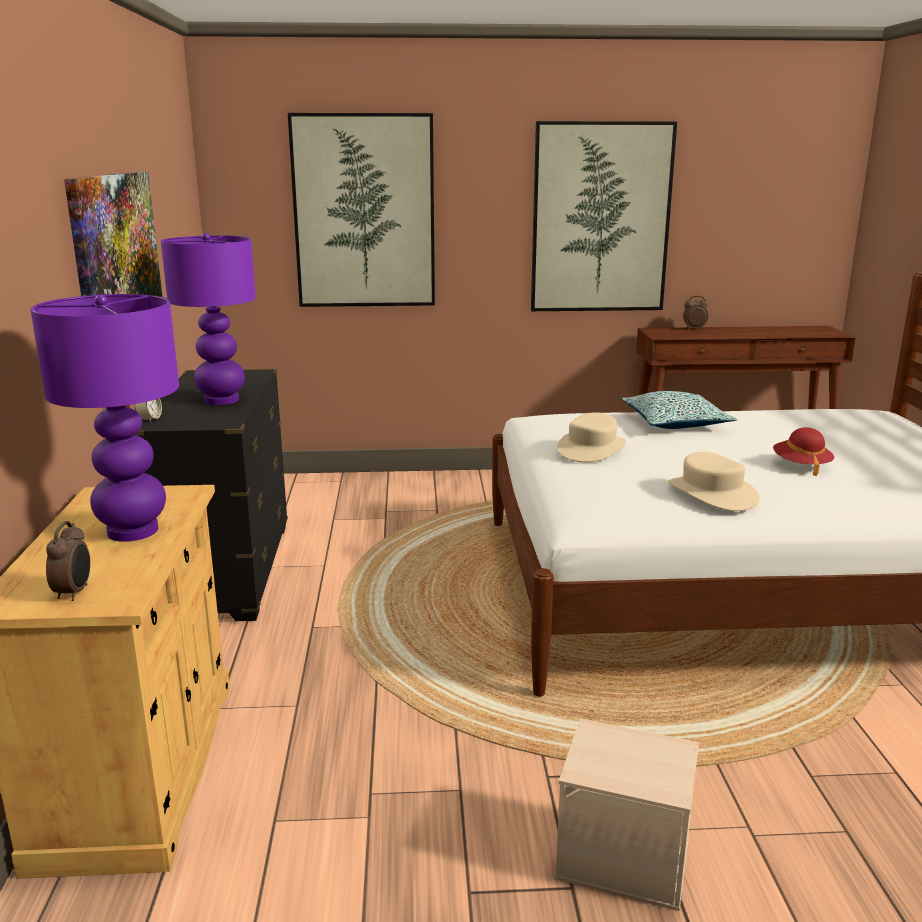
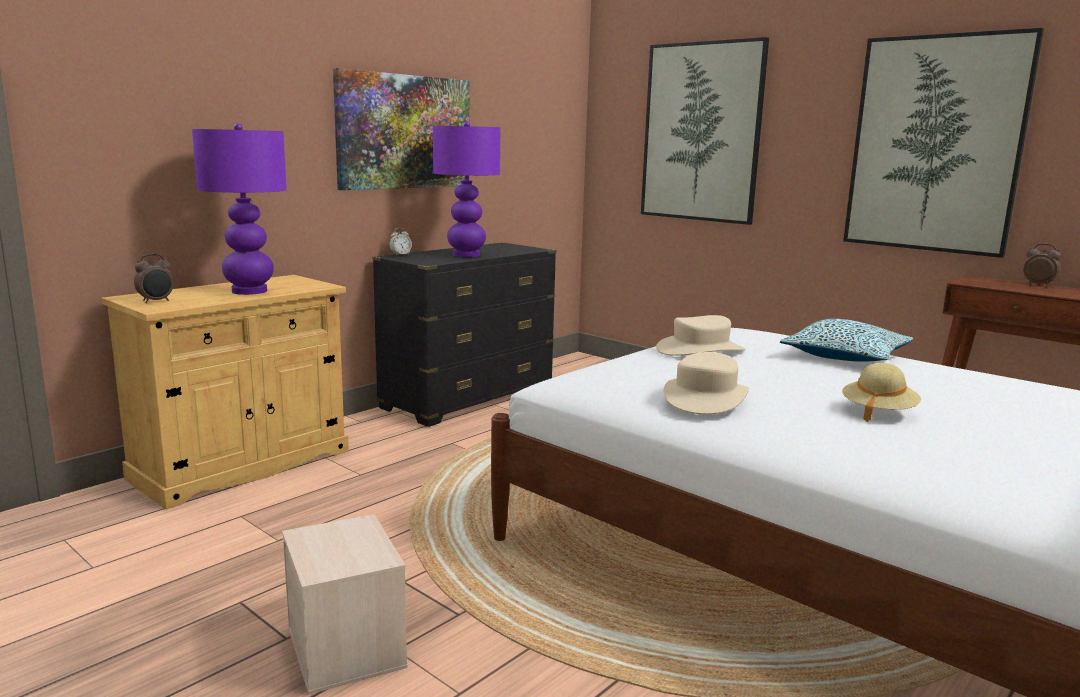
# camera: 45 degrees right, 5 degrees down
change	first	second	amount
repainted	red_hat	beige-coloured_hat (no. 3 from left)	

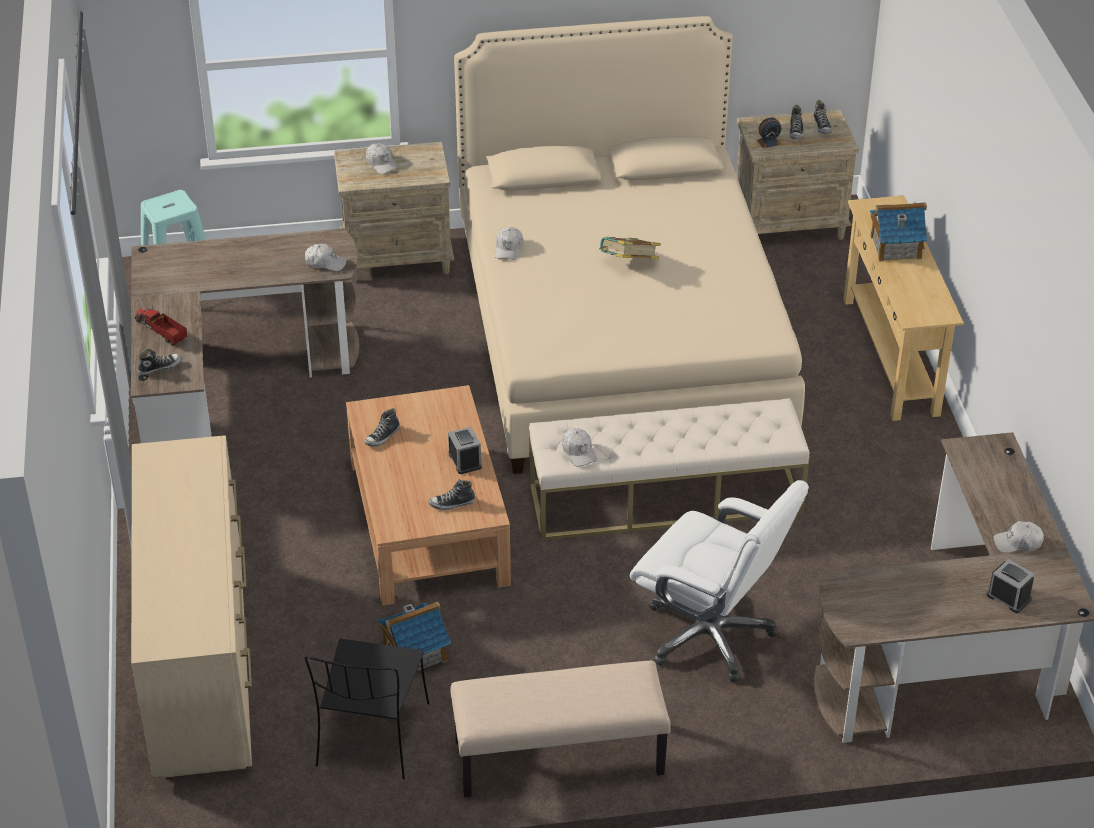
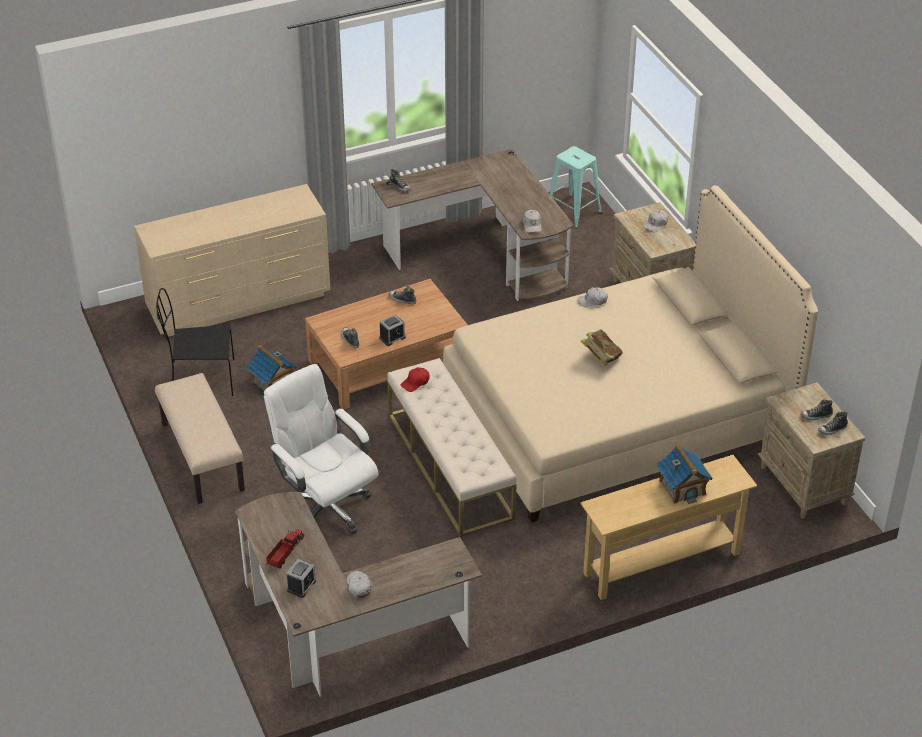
# camera: 75 degrees right, 0 degrees up
change	first	second	amount
gone	alarm_clock (no. 2 from left)		
shifted	toy_lorry		
repainted	whitish_peaked_cap (no. 4 from left)	red_peaked_cap	
rotated	whitish_desk_chair		120 degrees clockwise

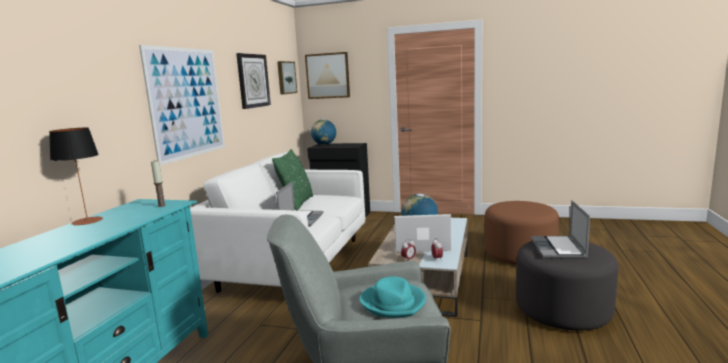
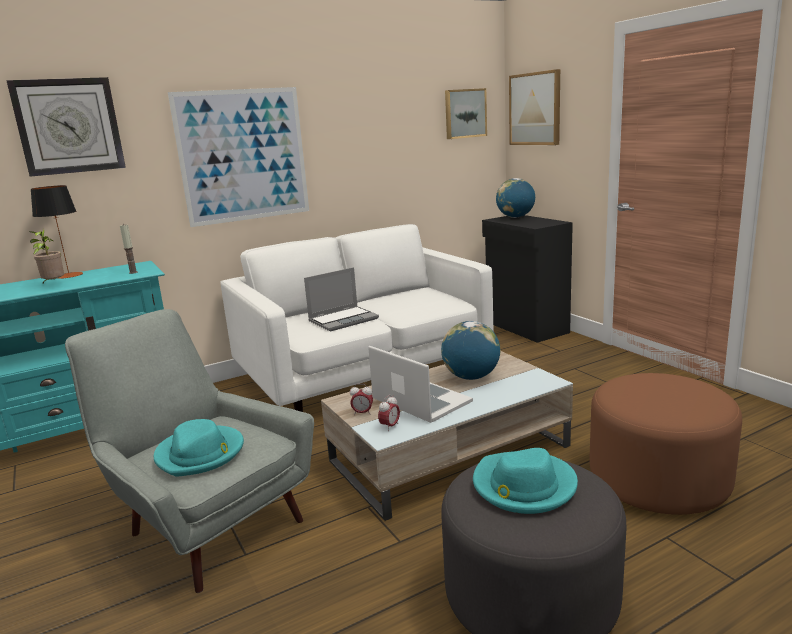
# camera: 45 degrees right, 5 degrees up
change	first	second	amount
shifted	hanging_clock		
gone	greenish_cushion		
swapped	laptop (no. 3 from left)	turquoise_hat (no. 2 from left)	
new		houseplant	

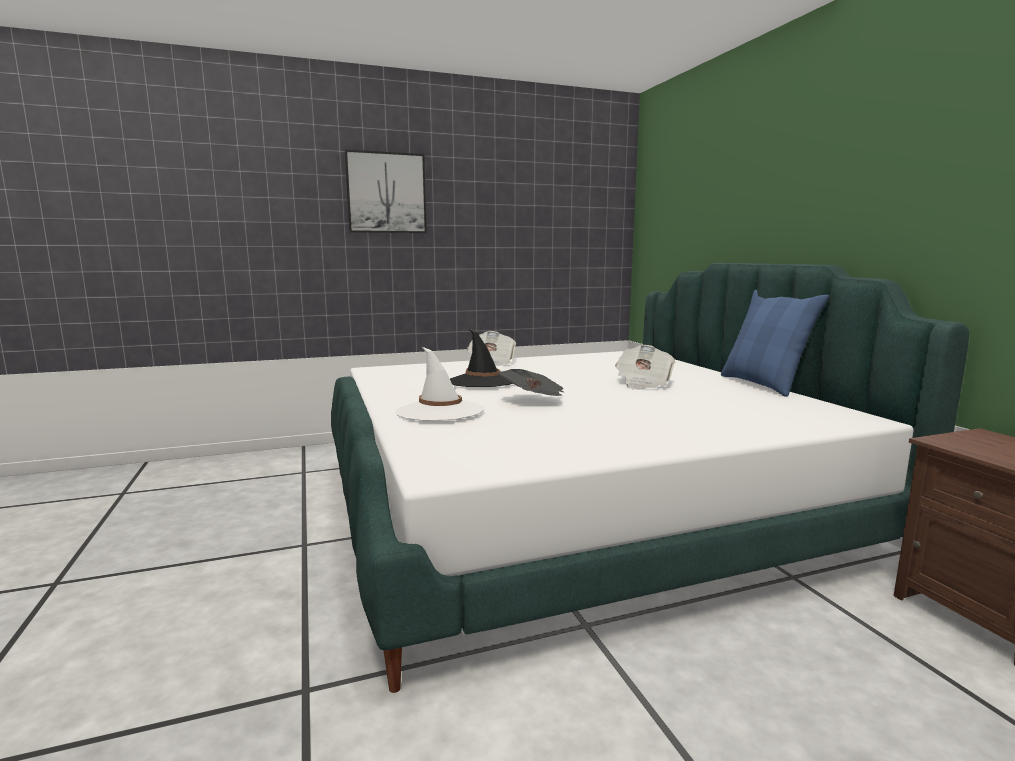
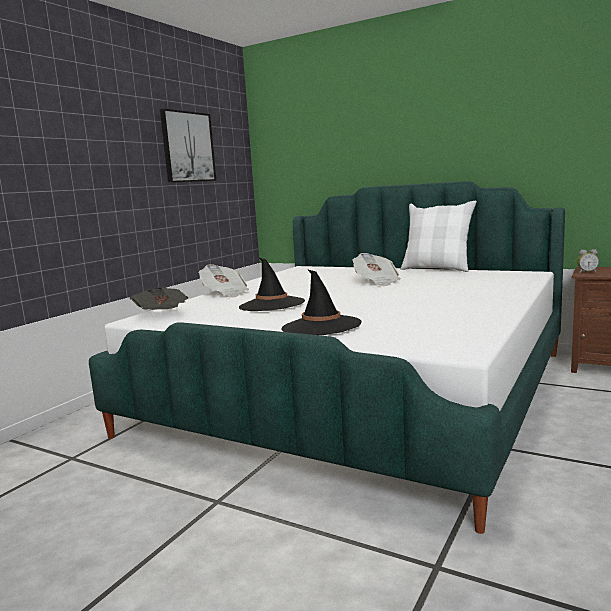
# camera: 40 degrees left, 0 degrees up
change	first	second	amount
shifted	picture		
repainted	blue_cushion	whitish_cushion	
repainted	whitish_hat	black_hat (no. 2 from left)	
shifted	printed_paper (no. 2 from left in the first image)	printed_paper (no. 1 from left)	
new		alarm_clock	

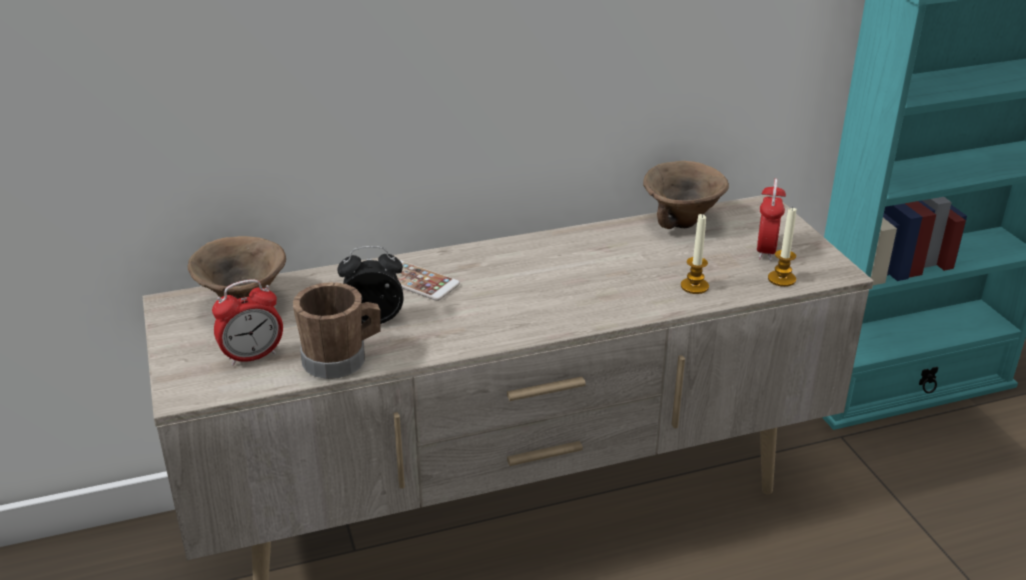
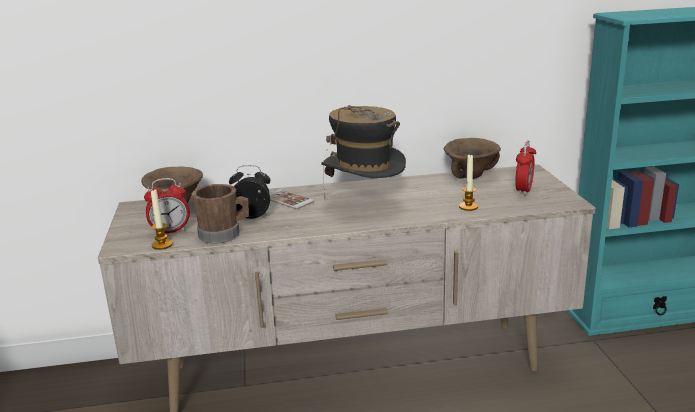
# camera: 10 degrees right, 10 degrees down
change	first	second	amount
shifted	candle (no. 2 from left in the first image)	candle (no. 1 from left)	
new		hat	

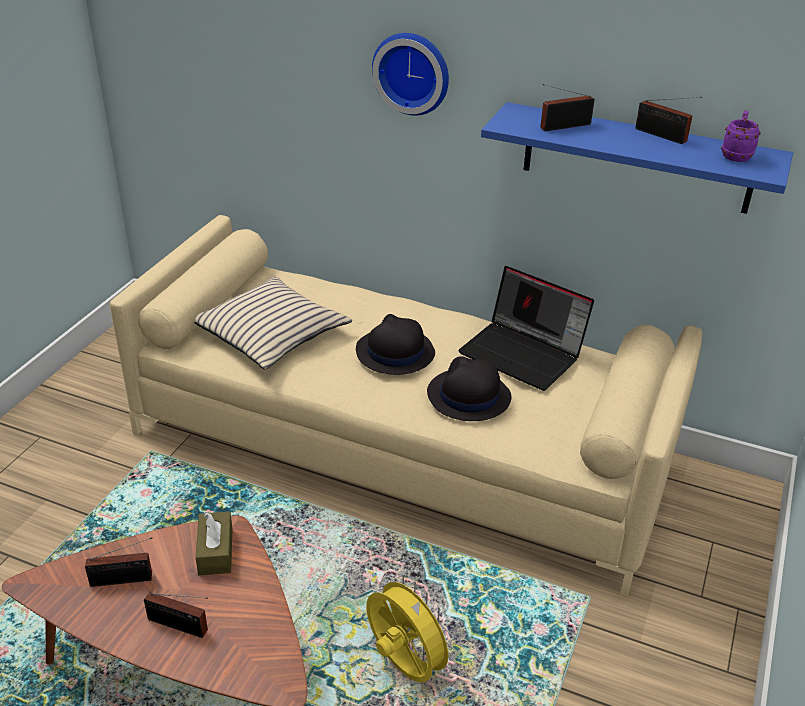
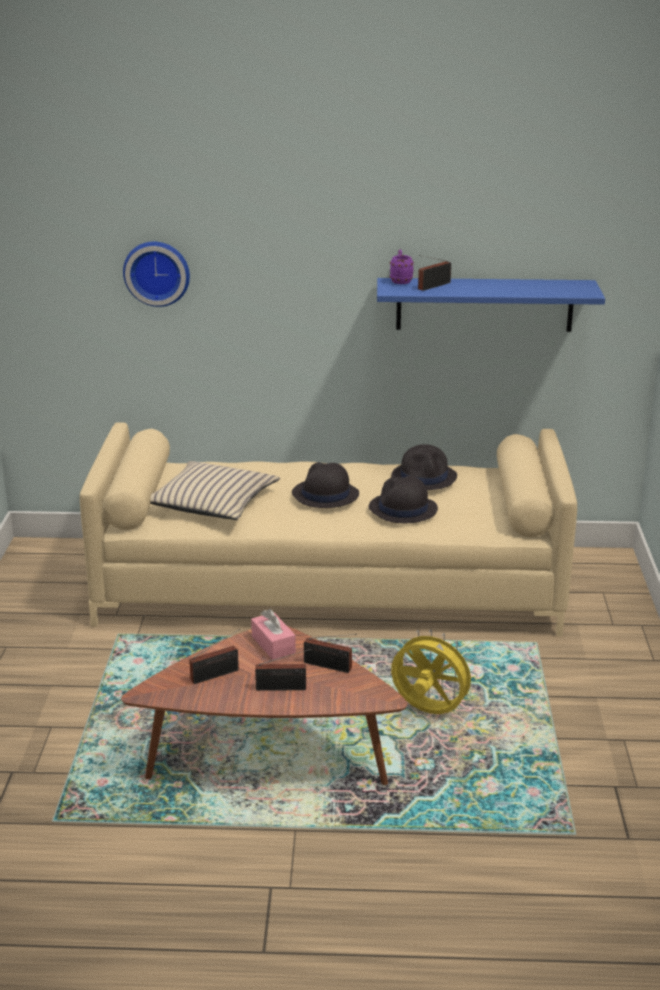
# camera: 20 degrees left, 10 degrees down
change	first	second	amount
shifted	hanging_clock		
shifted	radio_set (no. 4 from left in the first image)	radio_set (no. 3 from left)	
shifted	purple_mug		
swapped	laptop	black_hat (no. 3 from left)	
repainted	brown-coloured_tissue_holder	pink_tissue_holder	

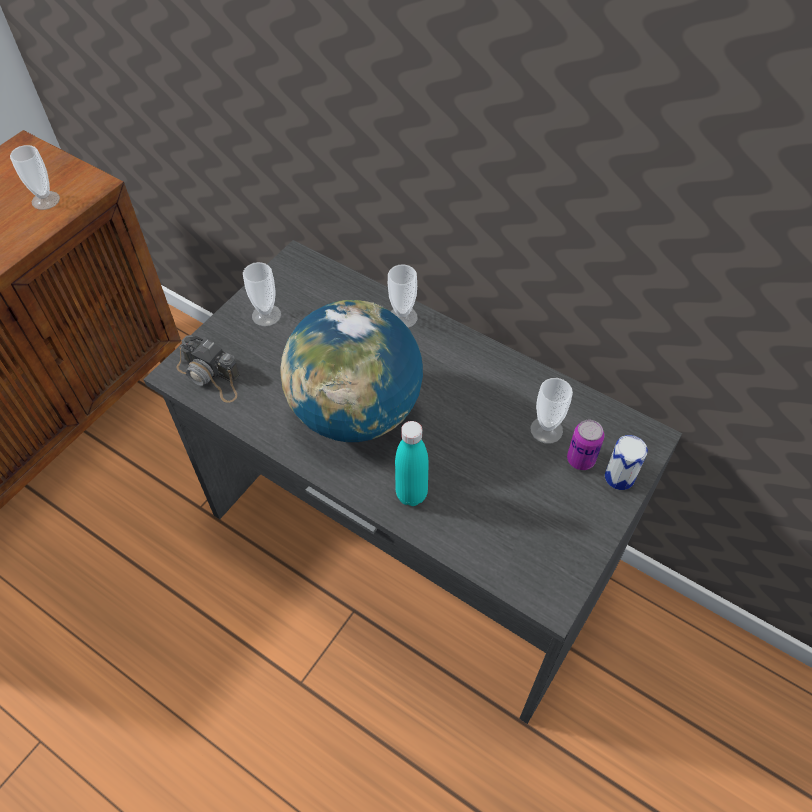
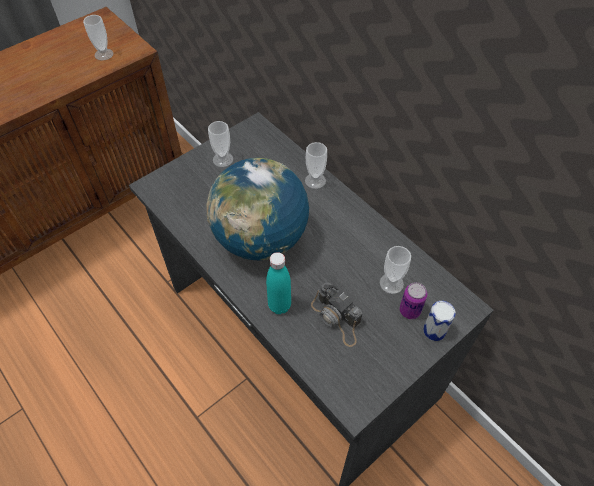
# camera: 15 degrees right, 0 degrees up
change	first	second	amount
shifted	photo_camera		

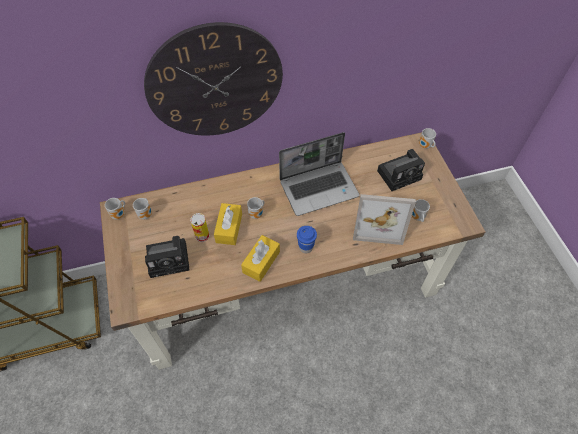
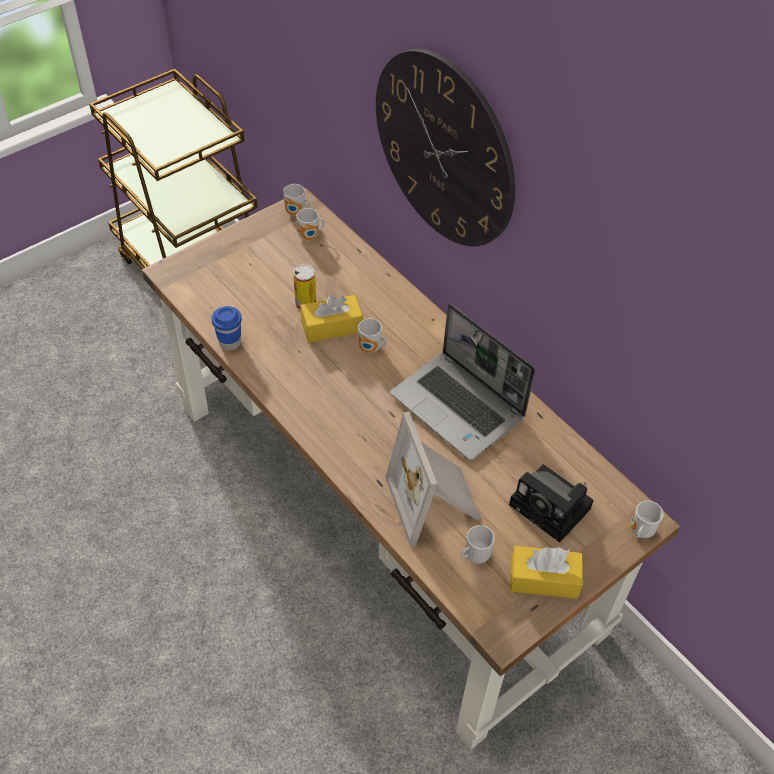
# camera: 65 degrees right, 5 degrees down
change	first	second	amount
shifted	blue_small_cup		
shifted	yellow-coloured_tissue_holder (no. 2 from left)		
gone	photo_camera (no. 1 from left)		

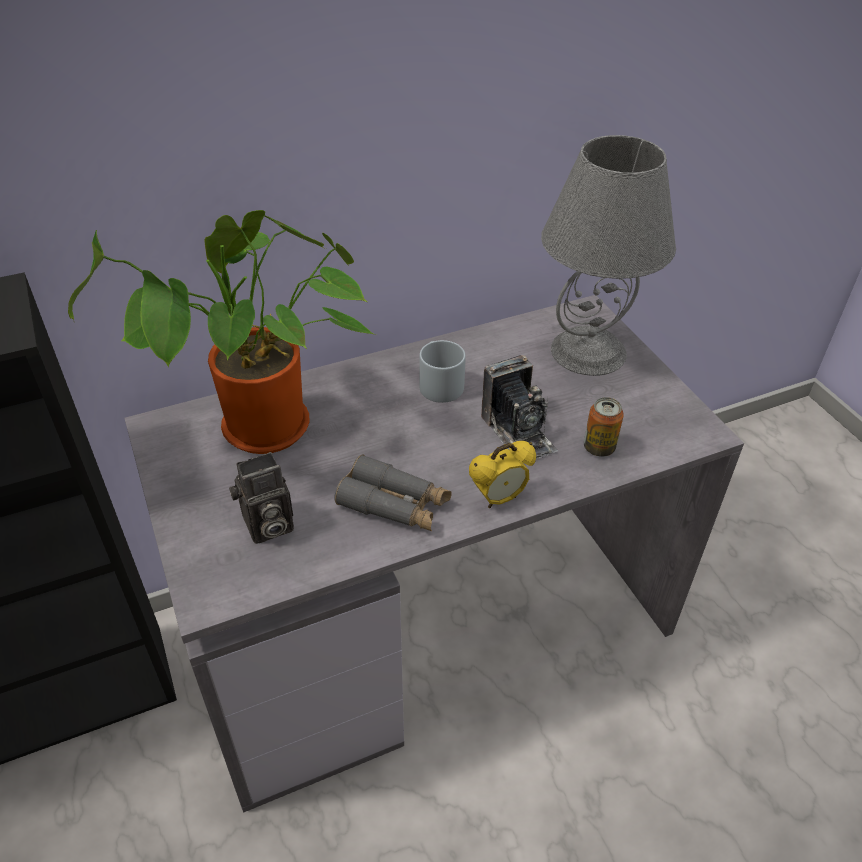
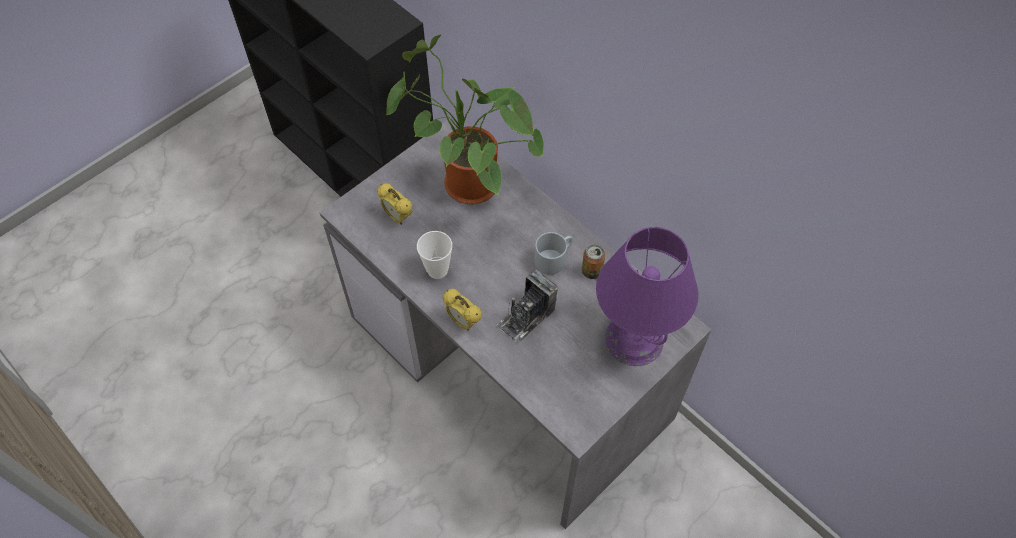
# camera: 70 degrees right, 15 degrees up
change	first	second	amount
repainted	greyish_tabletop_lamp	purple_tabletop_lamp	
shifted	sealed_can		
swapped	photo_camera (no. 1 from left)	alarm_clock (no. 1 from left)	
swapped	greyish_pair_of_binoculars	small_cup	

